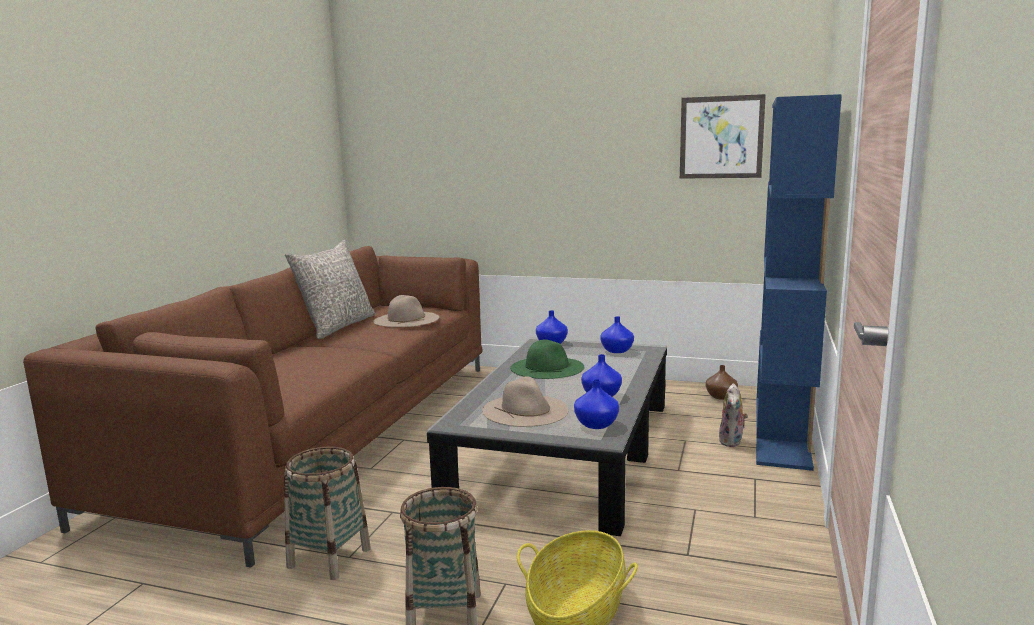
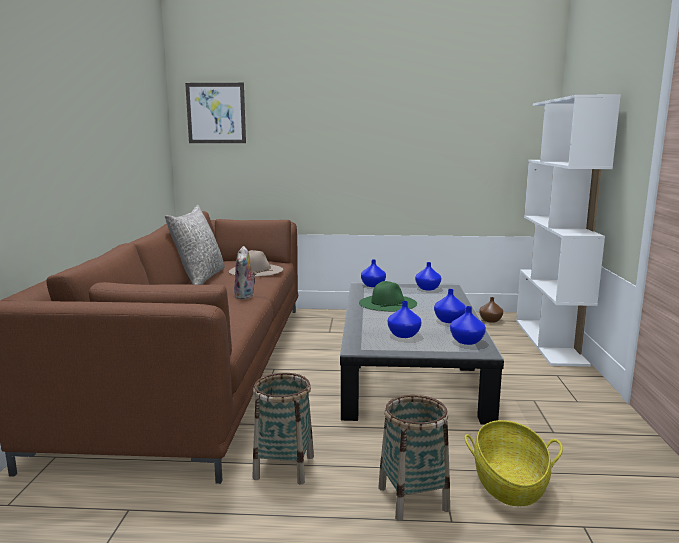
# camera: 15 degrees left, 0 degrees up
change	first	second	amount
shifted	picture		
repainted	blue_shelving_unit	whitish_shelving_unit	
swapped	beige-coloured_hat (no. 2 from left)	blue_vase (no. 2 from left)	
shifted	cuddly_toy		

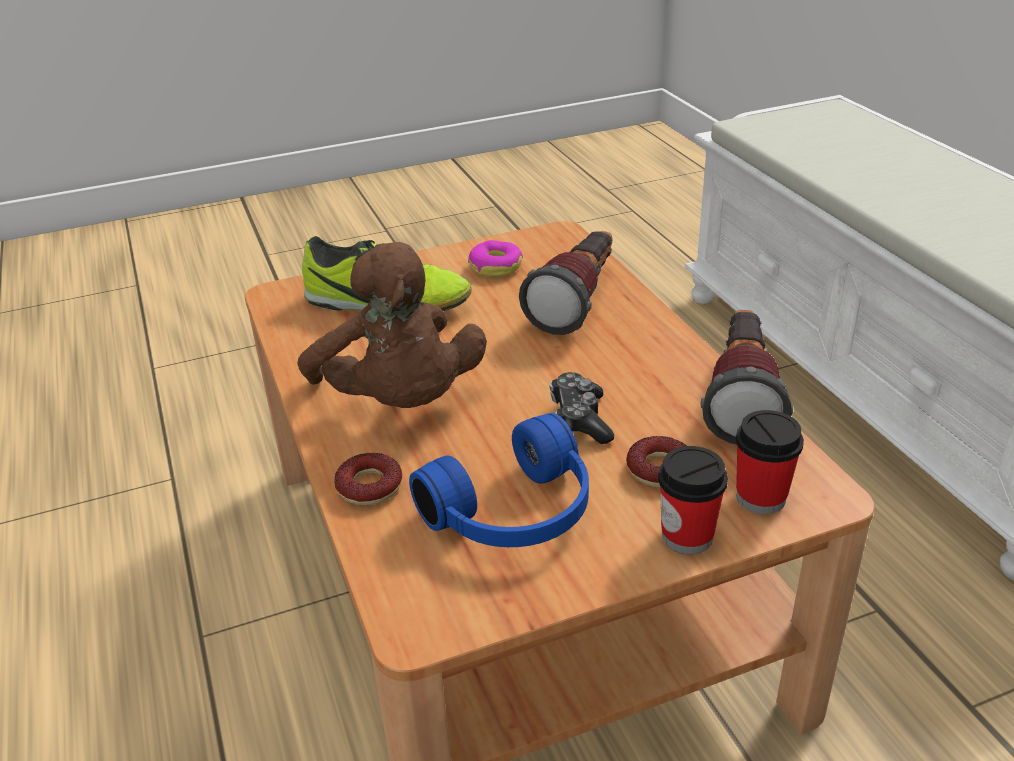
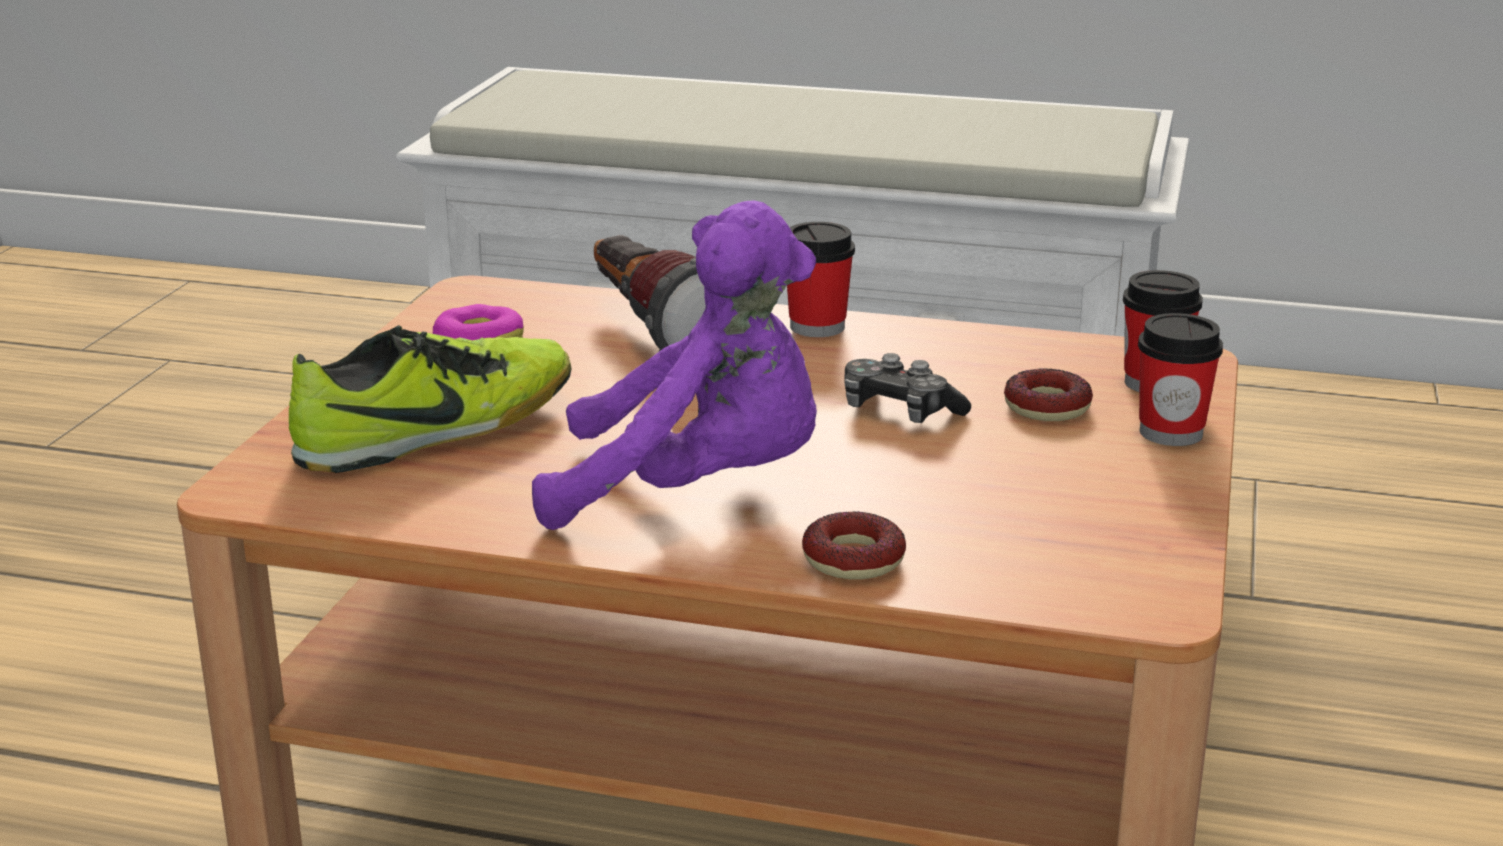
# camera: 55 degrees left, 10 degrees down
change	first	second	amount
repainted	brown-coloured_cuddly_toy	purple_cuddly_toy	
gone	flashlight (no. 2 from left)		
gone	blue_headphones		
new		small_cup (no. 1 from left)	

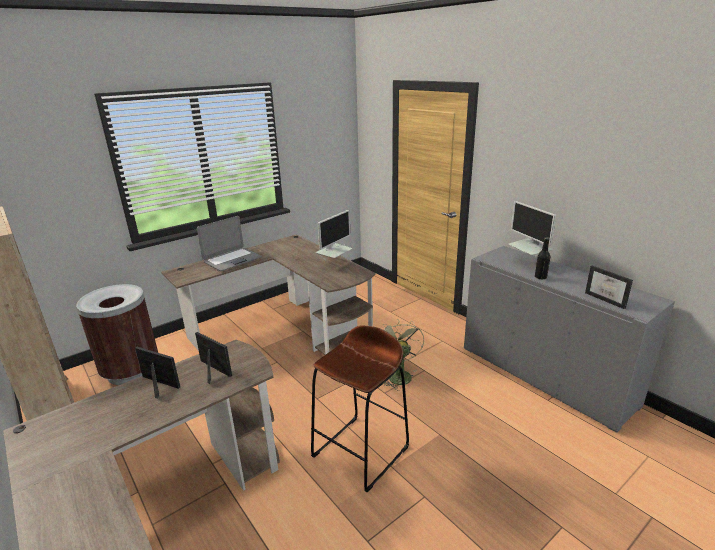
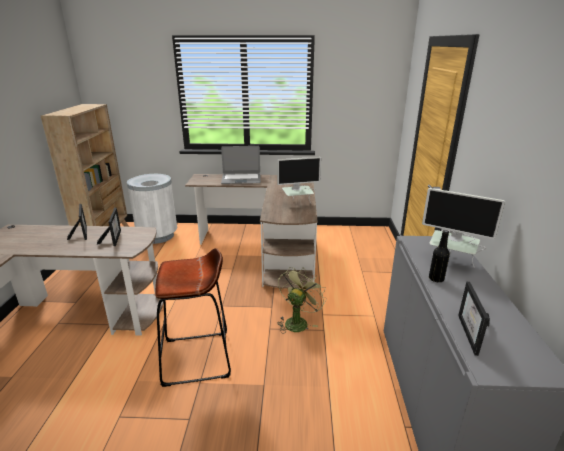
# camera: 40 degrees right, 0 degrees up
change	first	second	amount
rotated	computer_screen (no. 2 from left)		75 degrees counterclockwise
repainted	brown-coloured_rubbish_bin	whitish_rubbish_bin	

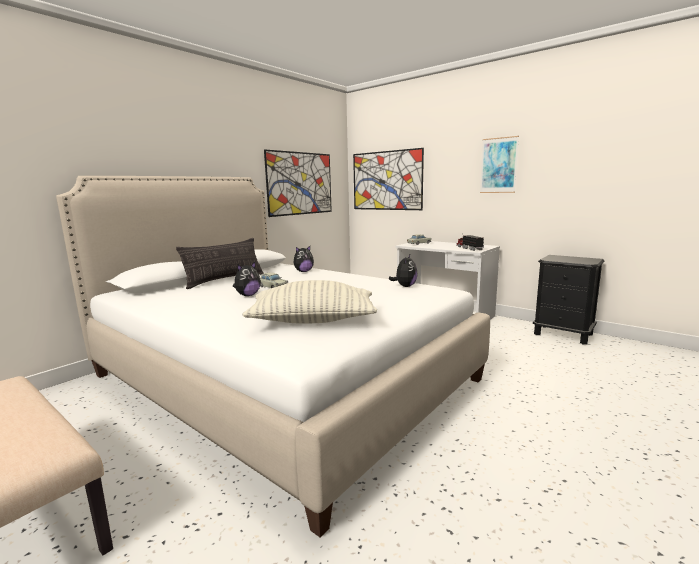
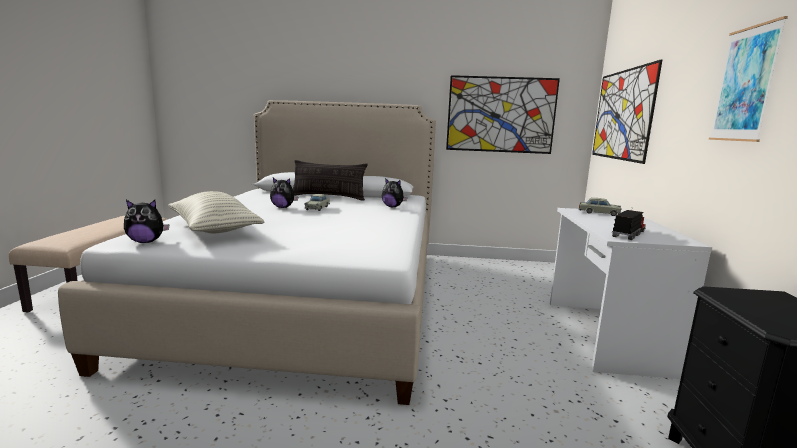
# camera: 55 degrees right, 0 degrees up
change	first	second	amount
shifted	cuddly_toy (no. 3 from left in the first image)	cuddly_toy (no. 1 from left)	

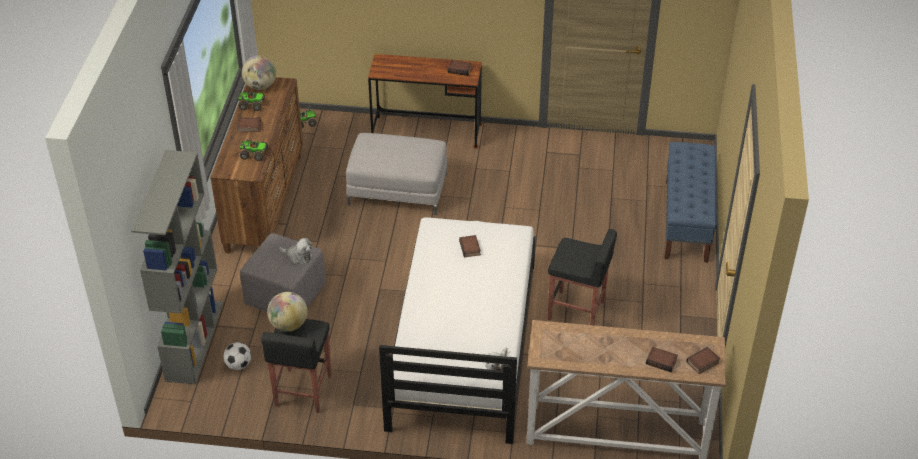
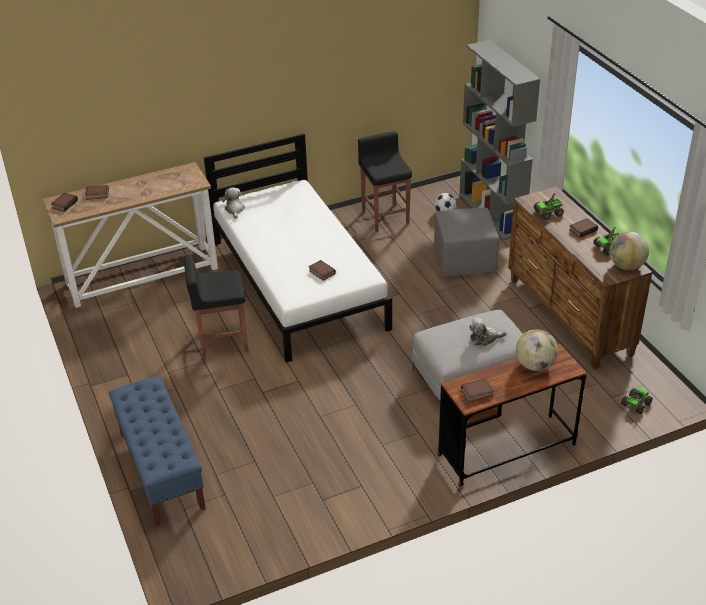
# camera: 150 degrees right, 5 degrees down
change	first	second	amount
shifted	cuddly_toy (no. 1 from left in the first image)	cuddly_toy (no. 2 from left)	
shifted	world_globe (no. 2 from left in the first image)	world_globe (no. 1 from left)	

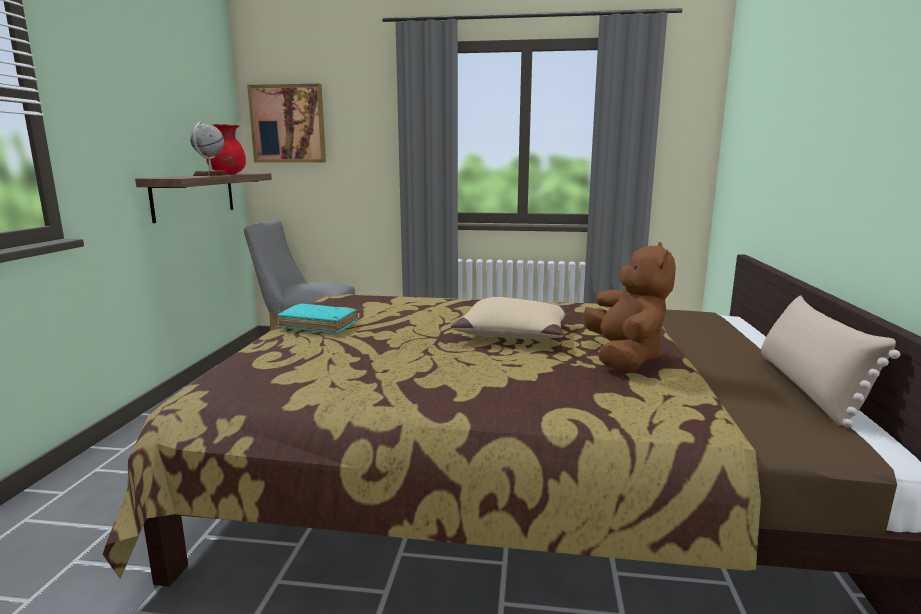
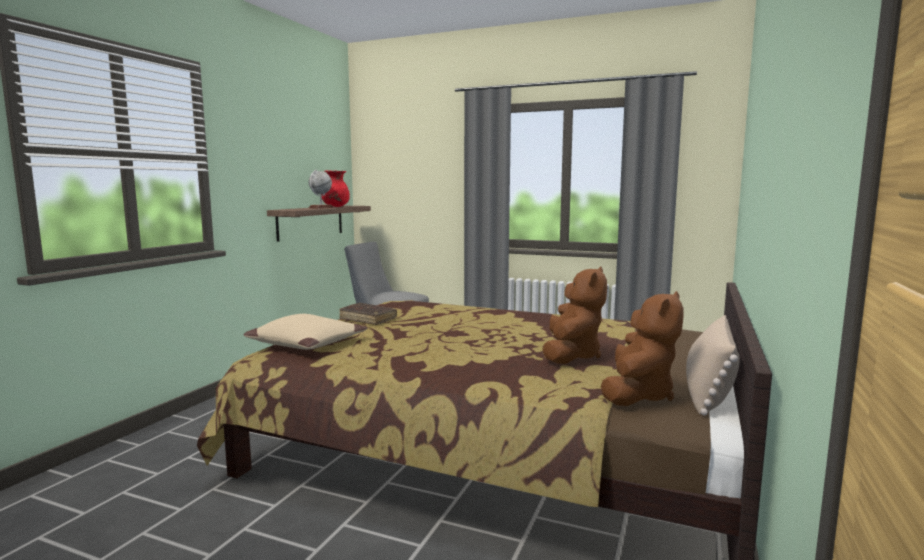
# camera: 15 degrees right, 5 degrees down
change	first	second	amount
gone	picture		
shifted	beige-coloured_cushion (no. 1 from left)		
repainted	turquoise_volume	brown-coloured_volume	
new		brown-coloured_cuddly_toy (no. 2 from left)	

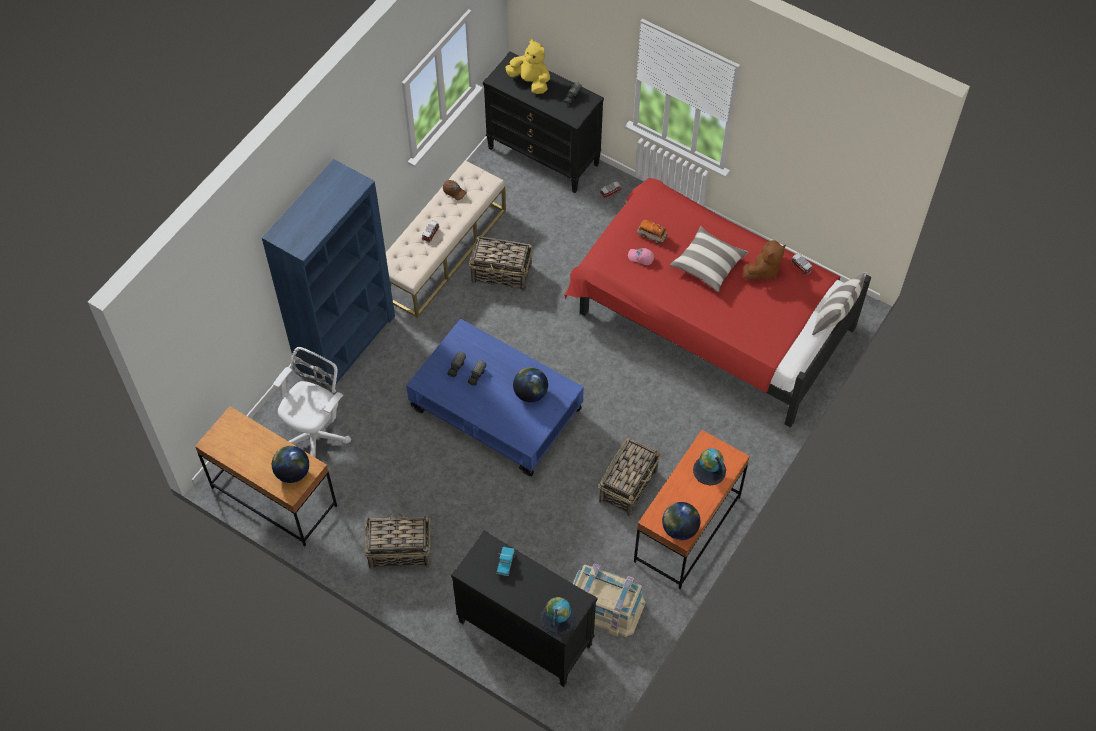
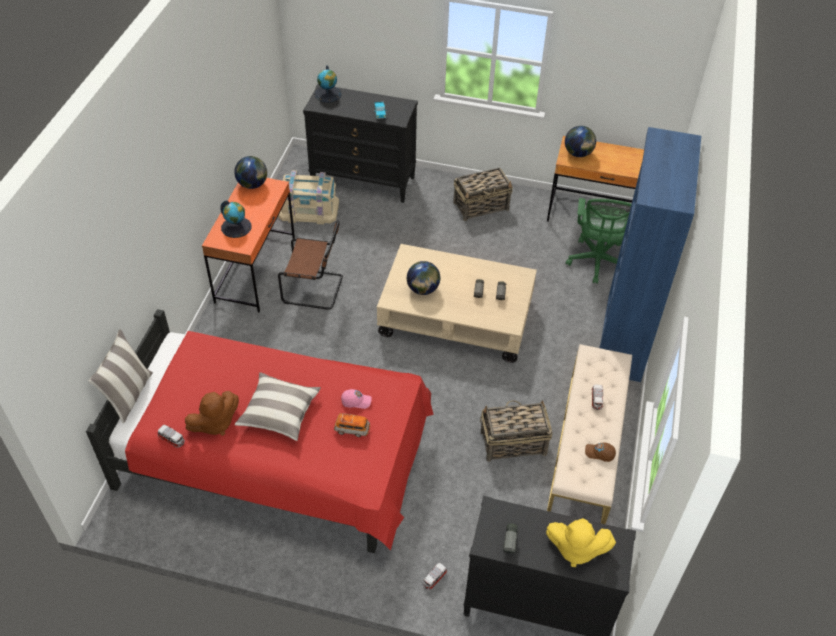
# camera: 160 degrees right, 10 degrees down
change	first	second	amount
rotated	brown-coloured_cuddly_toy		150 degrees counterclockwise
repainted	blue_coffee_table	beige-coloured_coffee_table	
repainted	whitish_desk_chair	greenish_desk_chair	
swapped	basket (no. 3 from left)	brown-coloured_plain_chair	

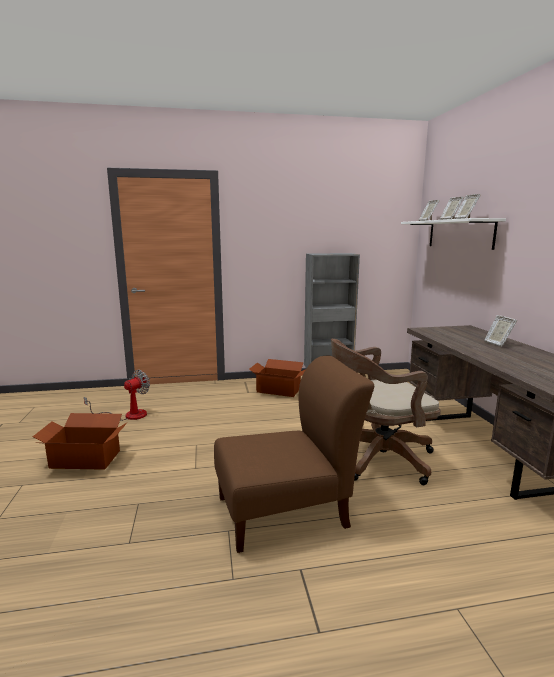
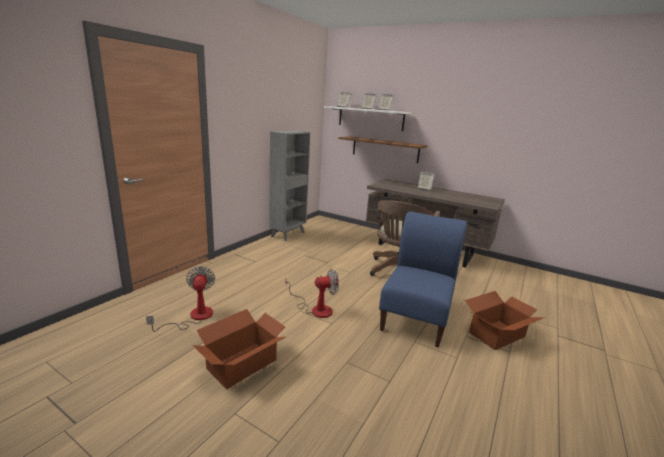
# camera: 50 degrees left, 5 degrees up
change	first	second	amount
repainted	brown-coloured_plain_chair	blue_plain_chair	
shifted	carton (no. 2 from left)		
new		brown-coloured_wall_shelf	
new		electric_fan (no. 2 from left)	

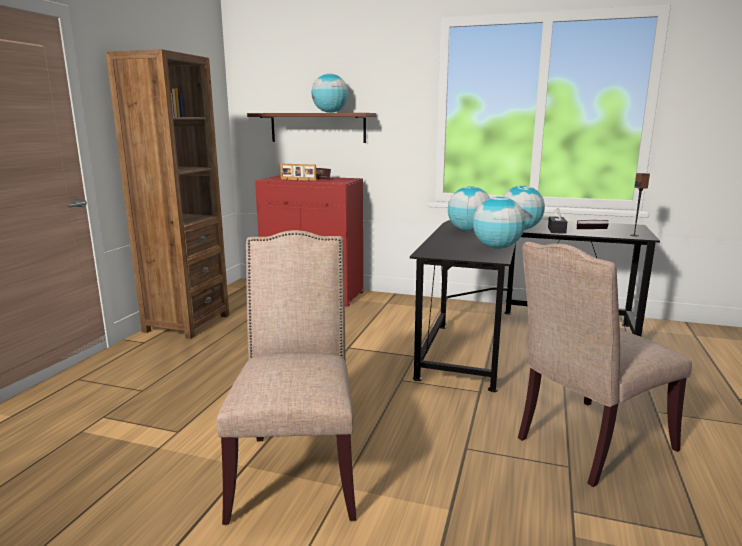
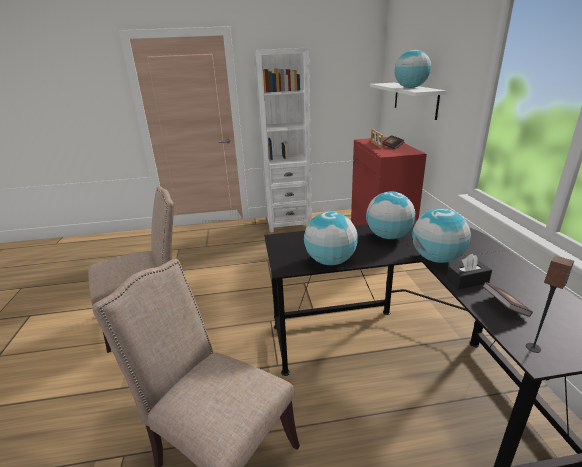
# camera: 65 degrees right, 10 degrees up
change	first	second	amount
repainted	brown-coloured_shelving_unit	whitish_shelving_unit	
repainted	brown-coloured_wall_shelf	whitish_wall_shelf	

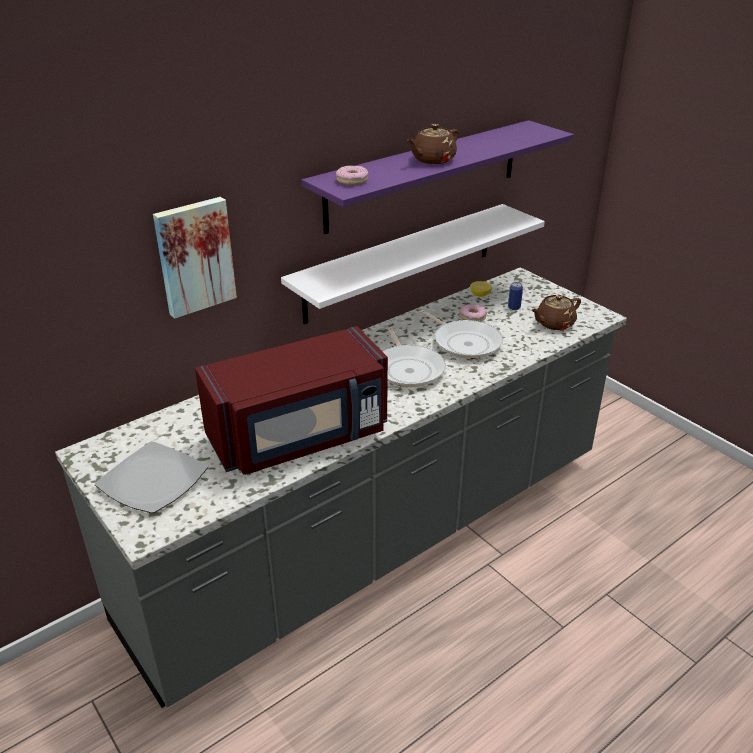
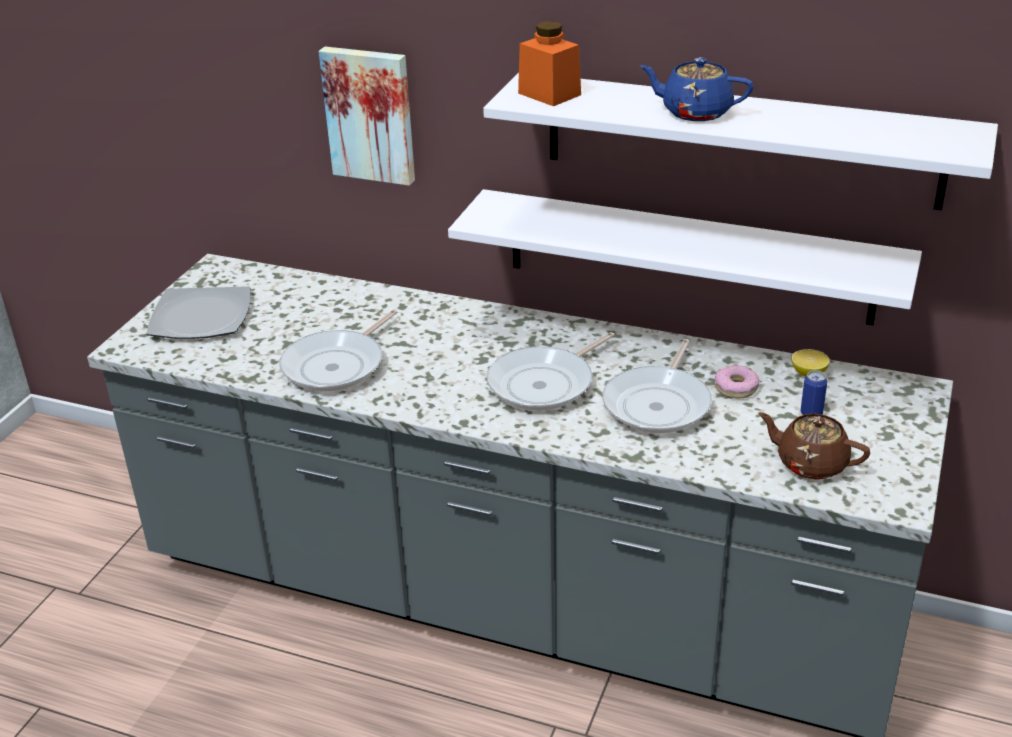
# camera: 60 degrees right, 0 degrees up
change	first	second	amount
repainted	purple_wall_shelf	whitish_wall_shelf (no. 2 from left)	
repainted	brown-coloured_tea_pot (no. 1 from left)	blue_tea_pot	
swapped	ring_doughnut (no. 1 from left)	orange_storage_jar	
swapped	red_microwave_oven	pan (no. 1 from left)	

